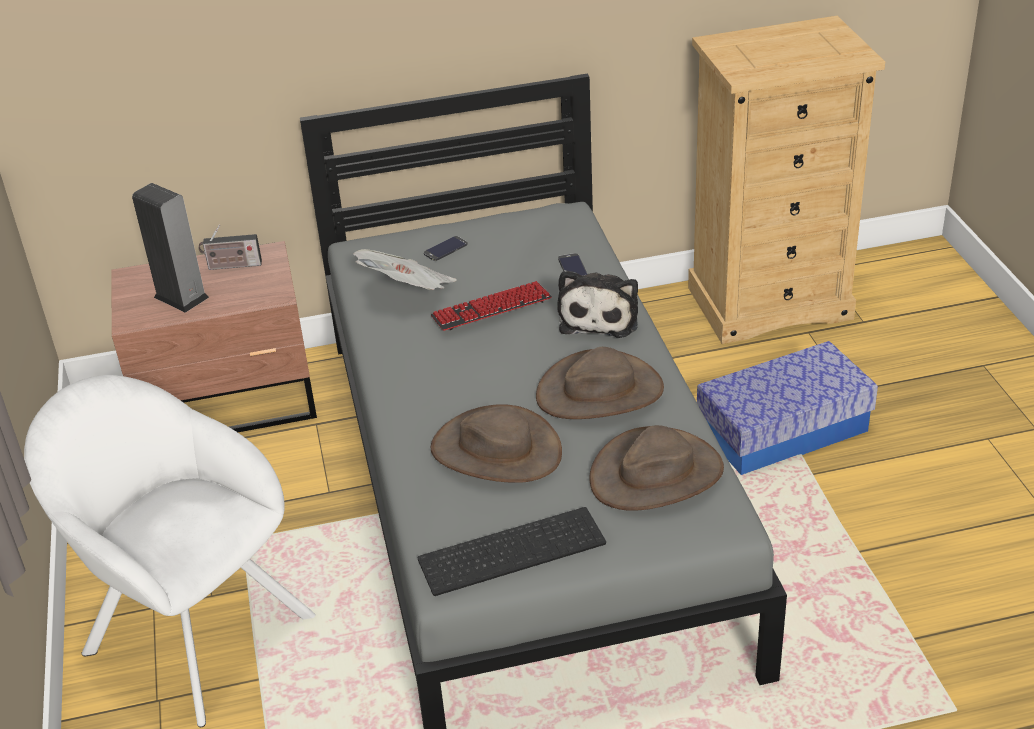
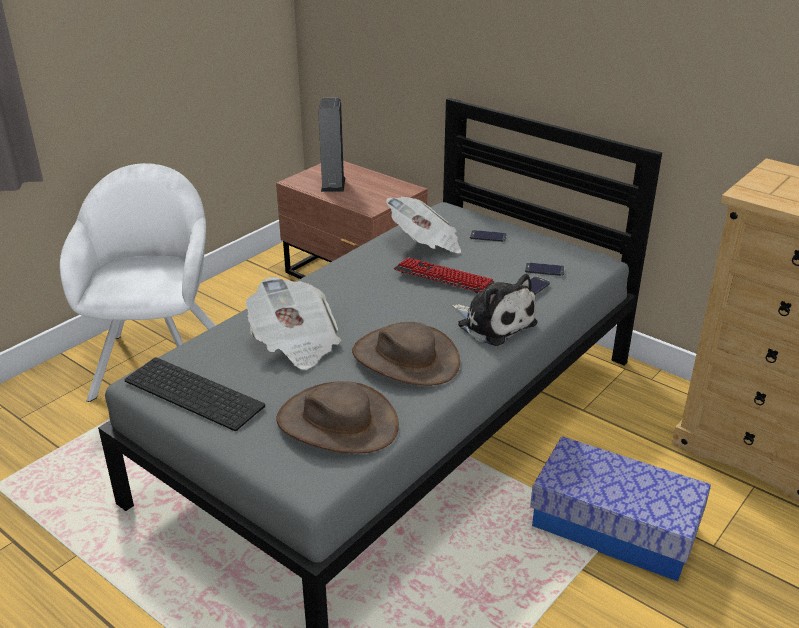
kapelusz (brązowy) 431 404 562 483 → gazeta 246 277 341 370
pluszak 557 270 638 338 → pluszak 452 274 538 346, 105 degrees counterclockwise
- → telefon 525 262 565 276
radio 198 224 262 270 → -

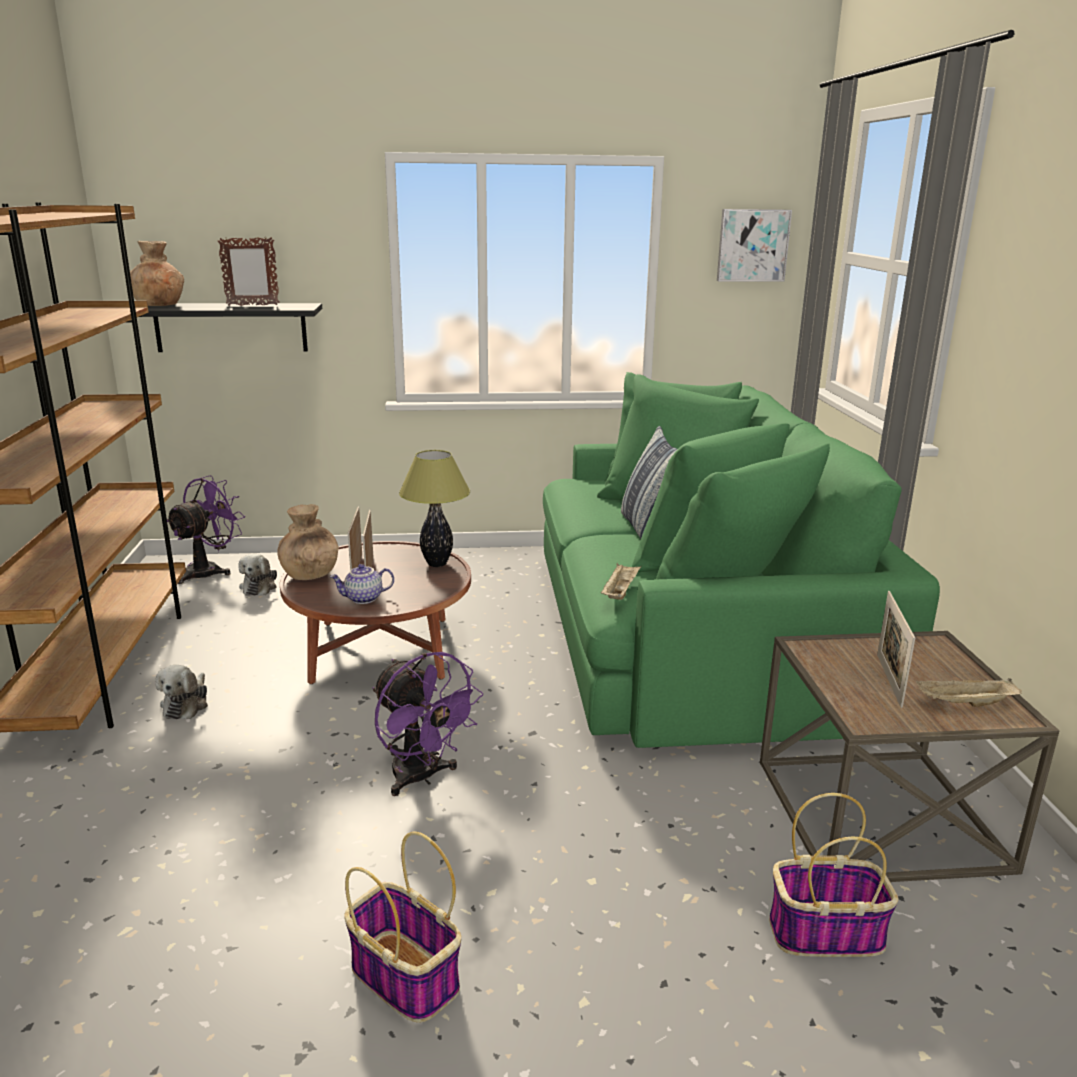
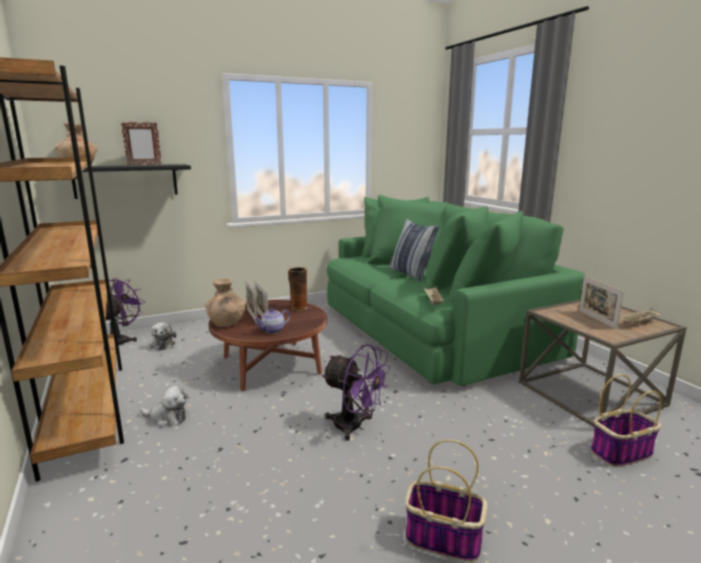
pluszak 155 665 208 719 → pluszak 140 386 189 428, 60 degrees counterclockwise
lampa stołowa 399 450 470 567 → wazon 287 267 307 311
obraz 717 209 792 282 → -

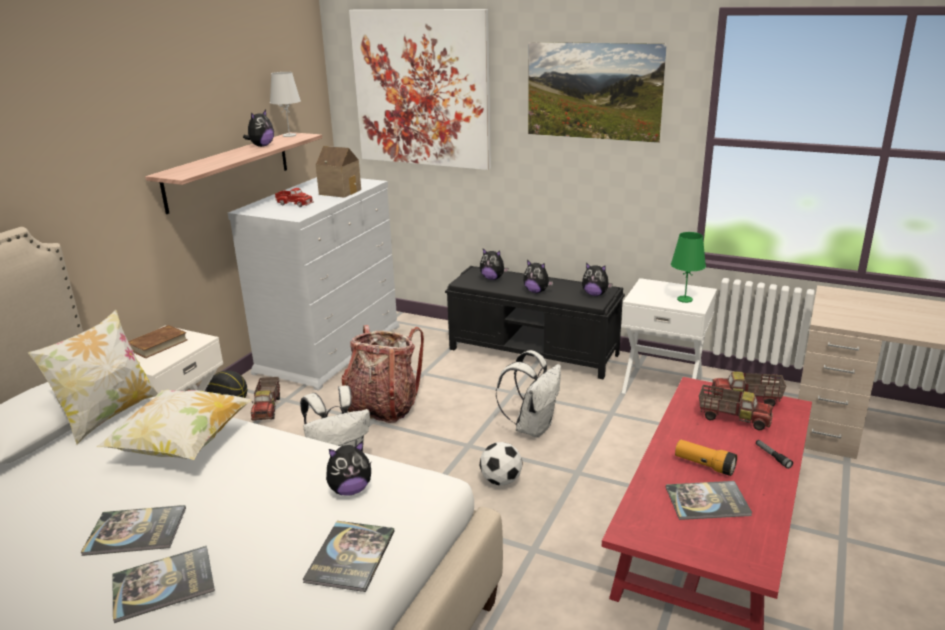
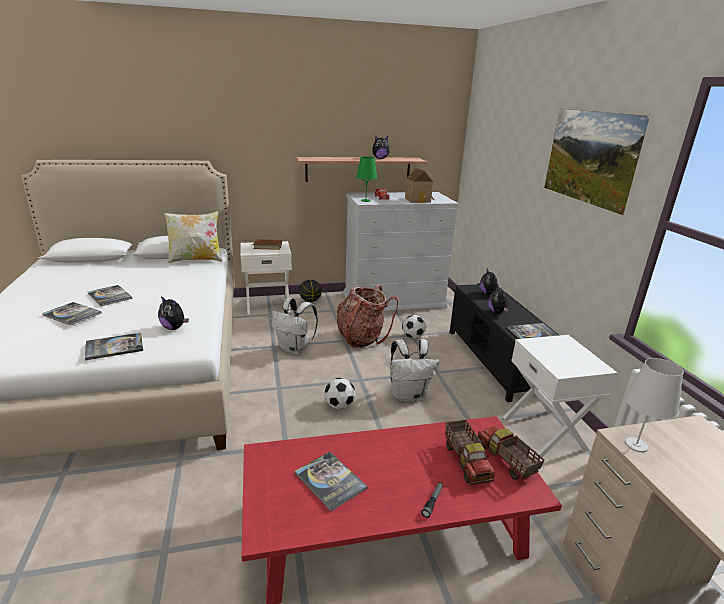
lampa stołowa (zielony) 671 232 706 303 → lampa stołowa (zielony) 356 156 377 202, move
- → piłka futbolowa 402 315 426 339
pluszak 582 263 613 296 → książka 507 323 559 339
lampa stołowa (biały) 270 72 301 137 → lampa stołowa (biały) 624 358 684 453, move
poduszka 96 390 252 460 → -
ciężarówka zabawkowa 251 377 280 421 → -
obraz 349 9 491 170 → -
latarka 675 439 737 476 → -

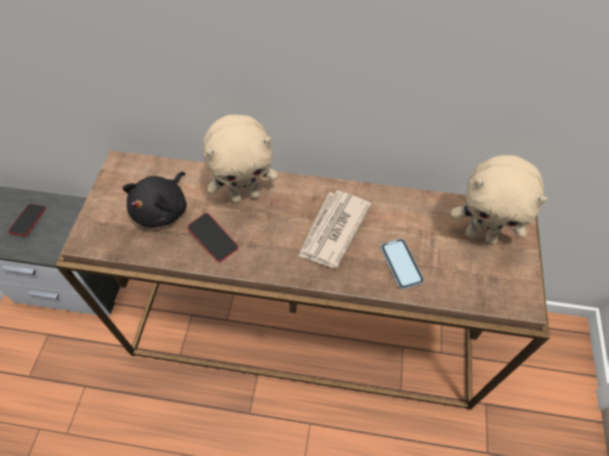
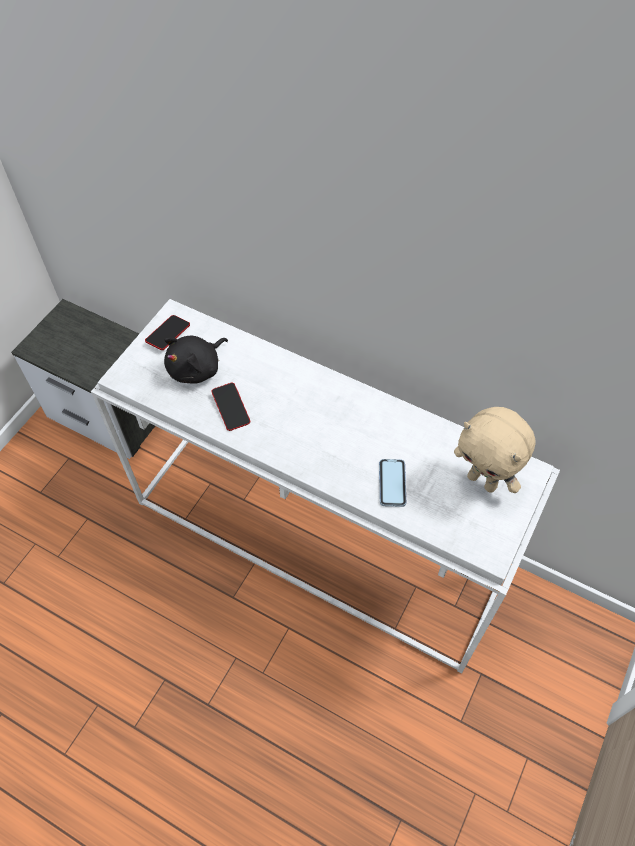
stolik konsolowy (brązowy) 55 150 550 410 → stolik konsolowy (biały) 91 299 560 673
telefon 8 204 46 236 → telefon 145 315 190 350, move
pluszak (beżowy) 203 115 278 203 → -
gazeta 298 191 372 268 → -

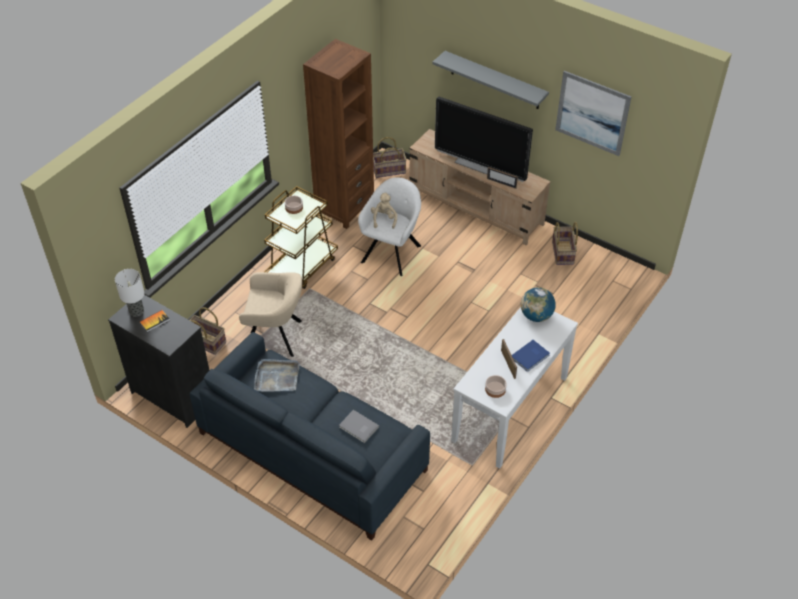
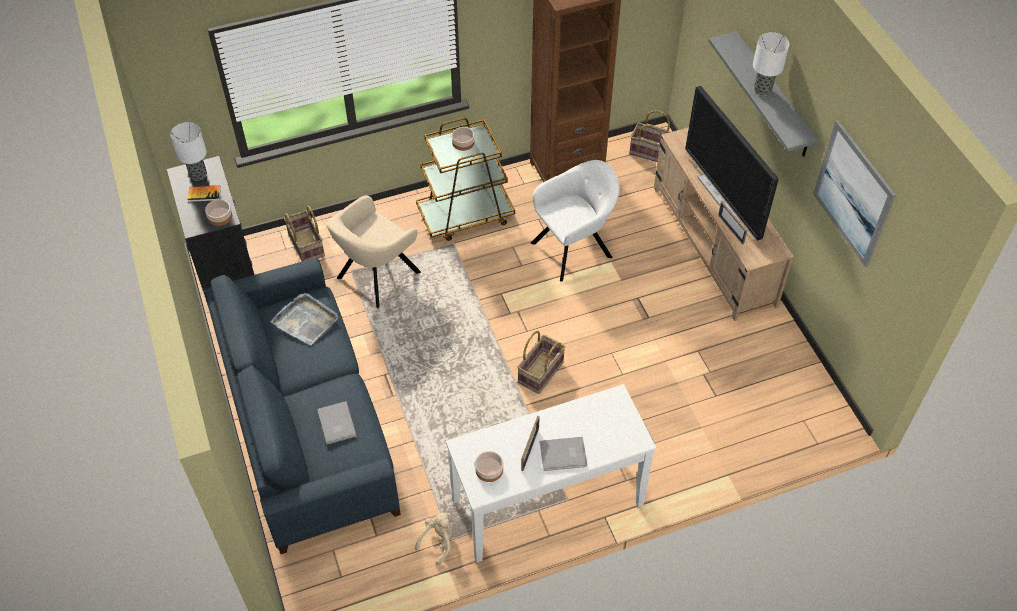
- → miska 205 200 232 226
fotel (beżowy) 239 272 302 357 → fotel (beżowy) 326 196 421 308, 90 degrees clockwise
pluszak (beżowy) 371 193 397 229 → pluszak (beżowy) 415 513 453 565, move
koszyk 552 222 578 265 → koszyk 517 331 565 394, move
książka (niebieski) 512 340 550 372 → książka (szary) 540 437 587 471
- → lampa stołowa 753 32 790 96
globus 521 287 556 322 → -

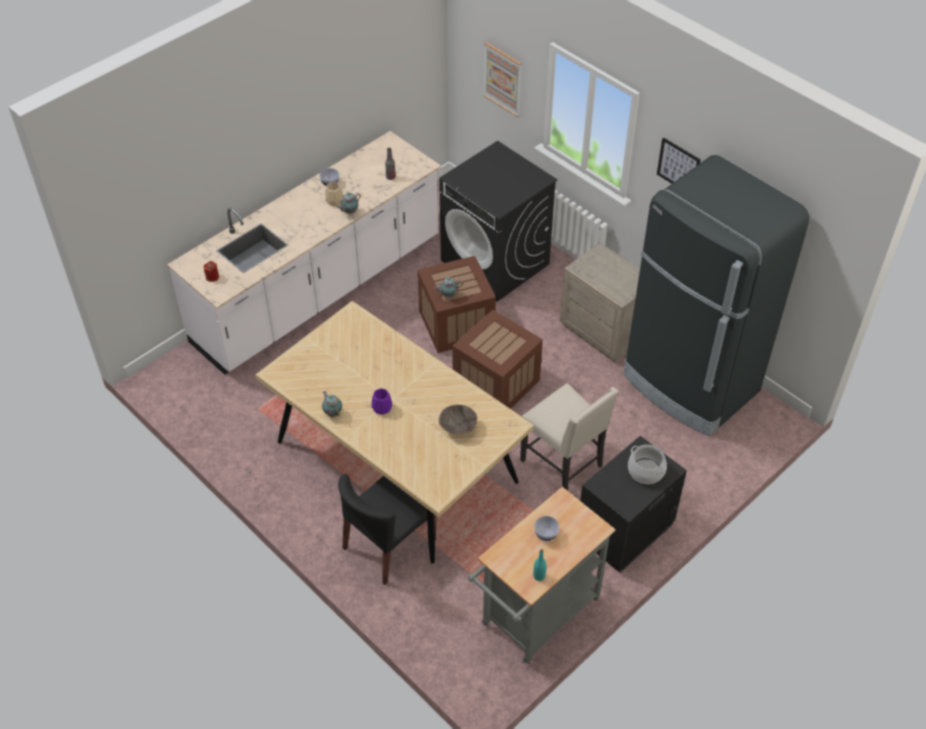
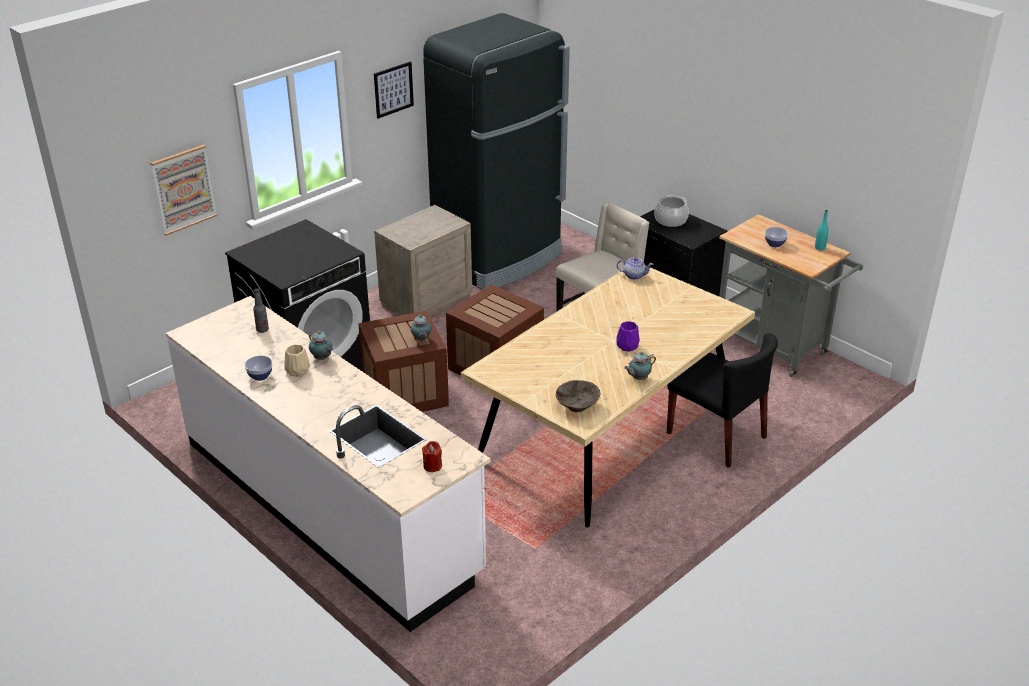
miska (brązowy) 439 405 477 434 → miska (brązowy) 556 380 600 412, move
- → imbryk 617 257 653 280

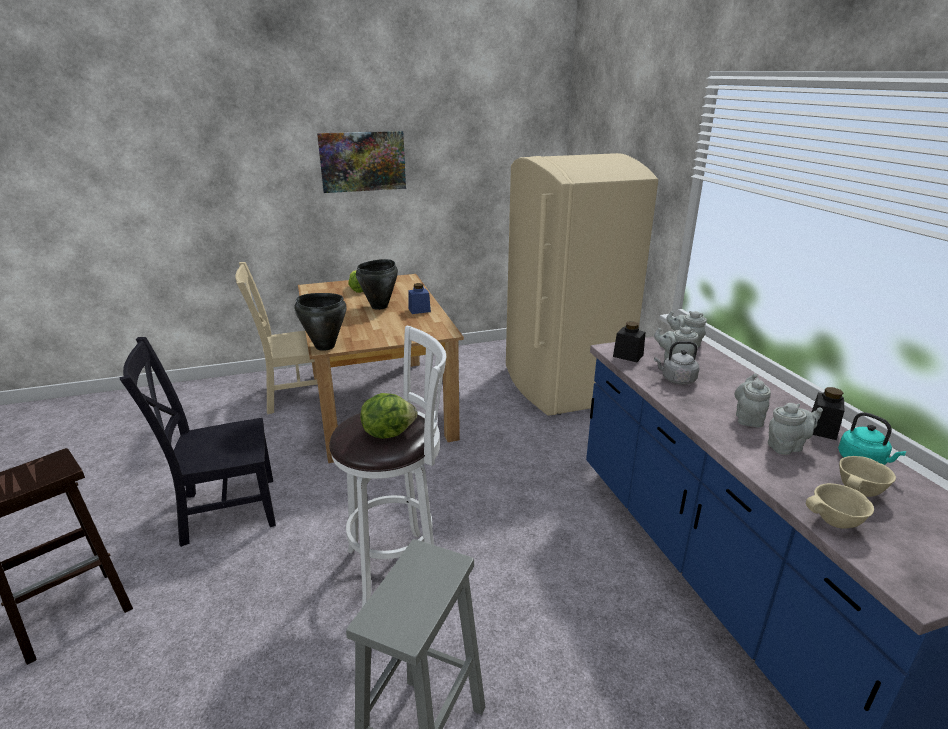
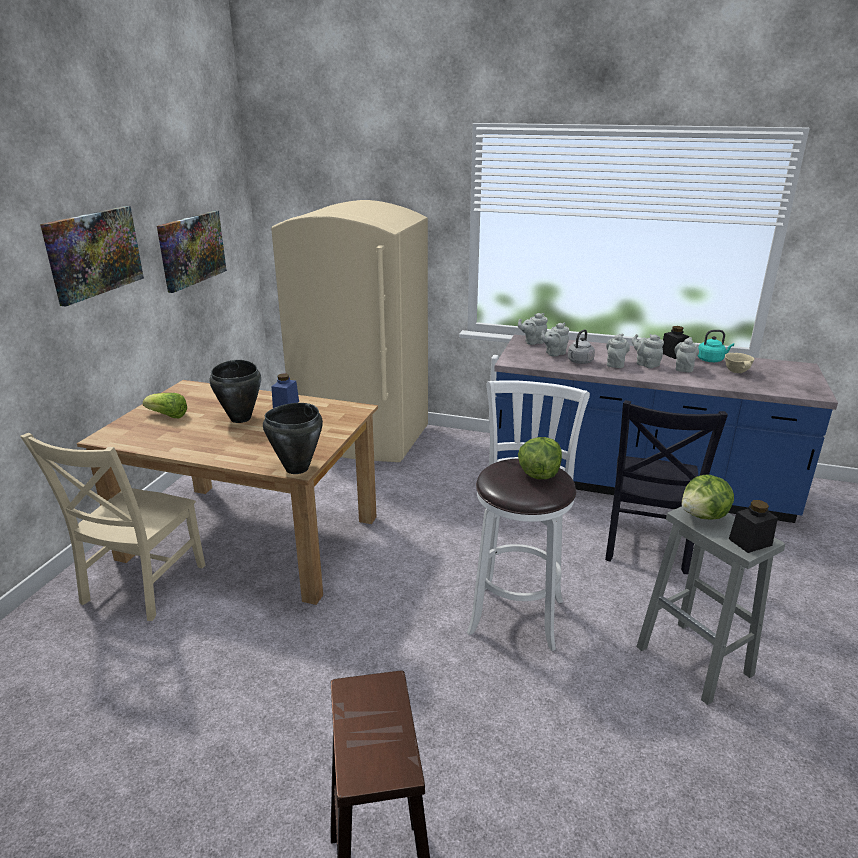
- → obraz 157 211 227 293
krzesło (czarny) 119 337 276 547 → krzesło (czarny) 605 400 728 574, move
- → imbryk (szary) 606 334 630 368
- → sałata 682 474 734 519
słoik (czarny) 613 321 645 362 → słoik (czarny) 729 500 778 553, move
miska (beżowy) 806 483 874 529 → -

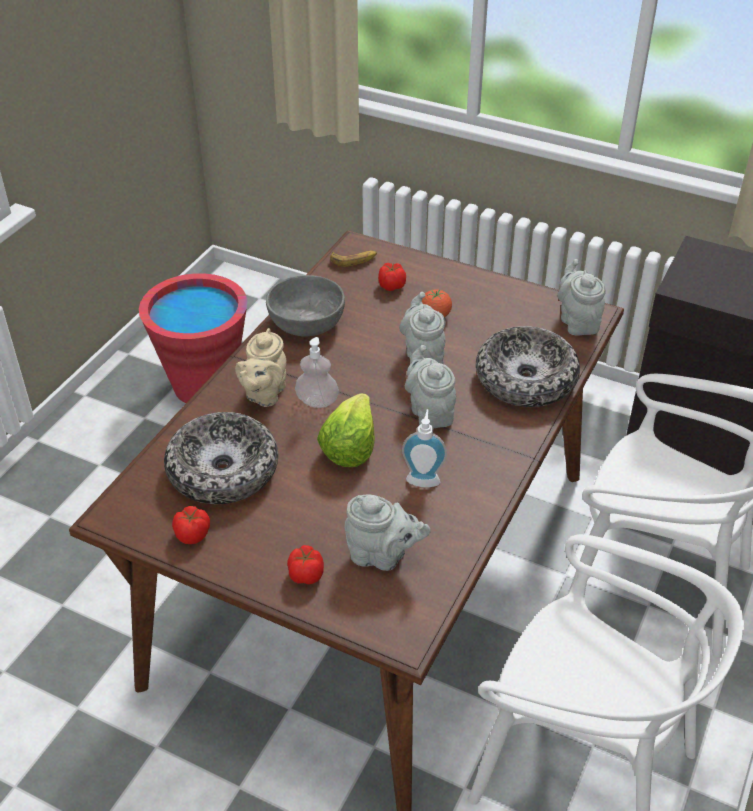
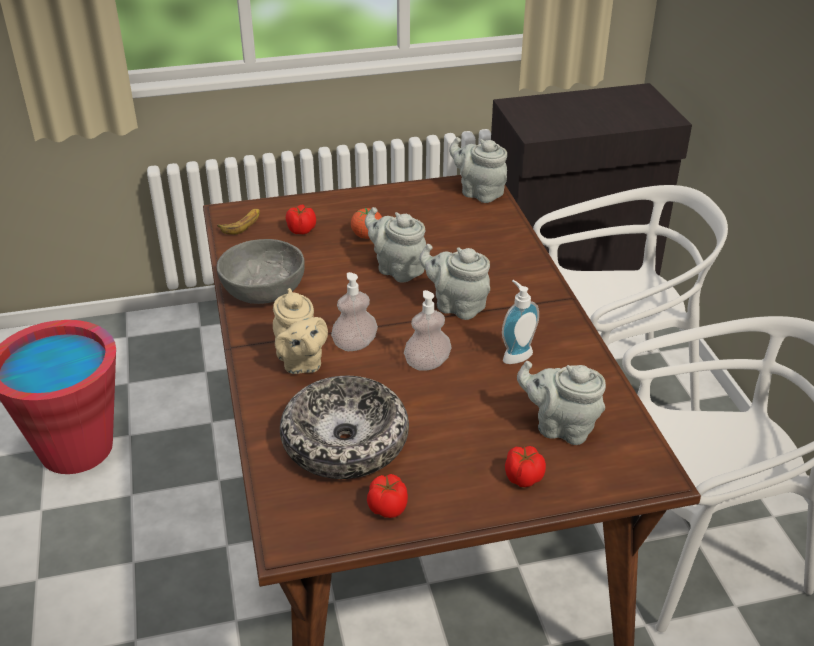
sałata 317 393 375 467 → dozownik mydła 404 290 452 371
imbryk (szary) 345 494 431 571 → imbryk (szary) 517 361 606 445, 135 degrees counterclockwise
miska 476 326 580 407 → -

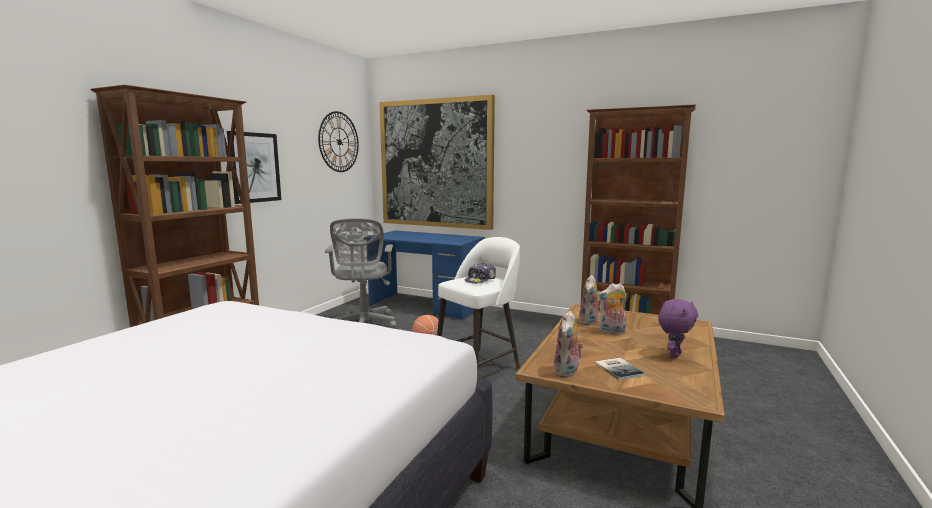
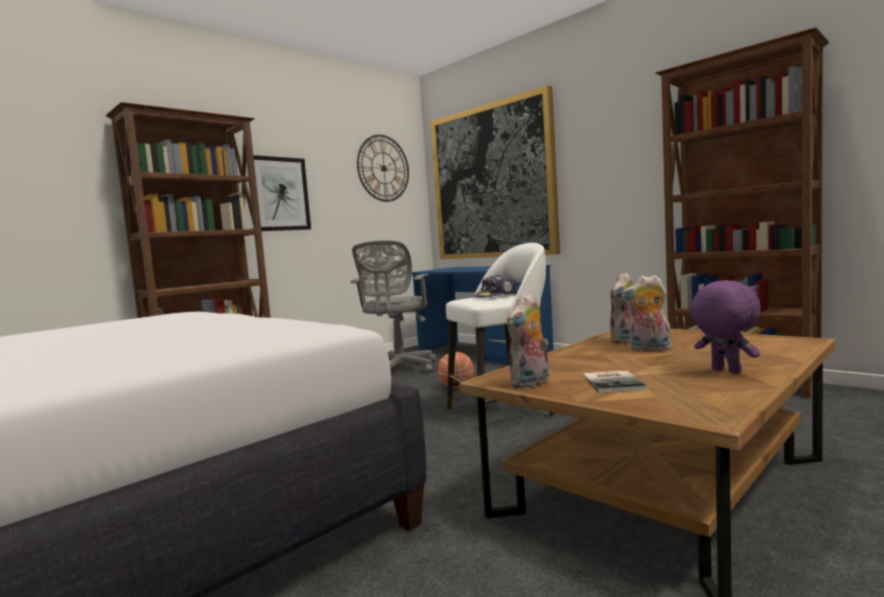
pluszak (fioletowy) 658 299 698 358 → pluszak (fioletowy) 690 280 760 373, 90 degrees counterclockwise

